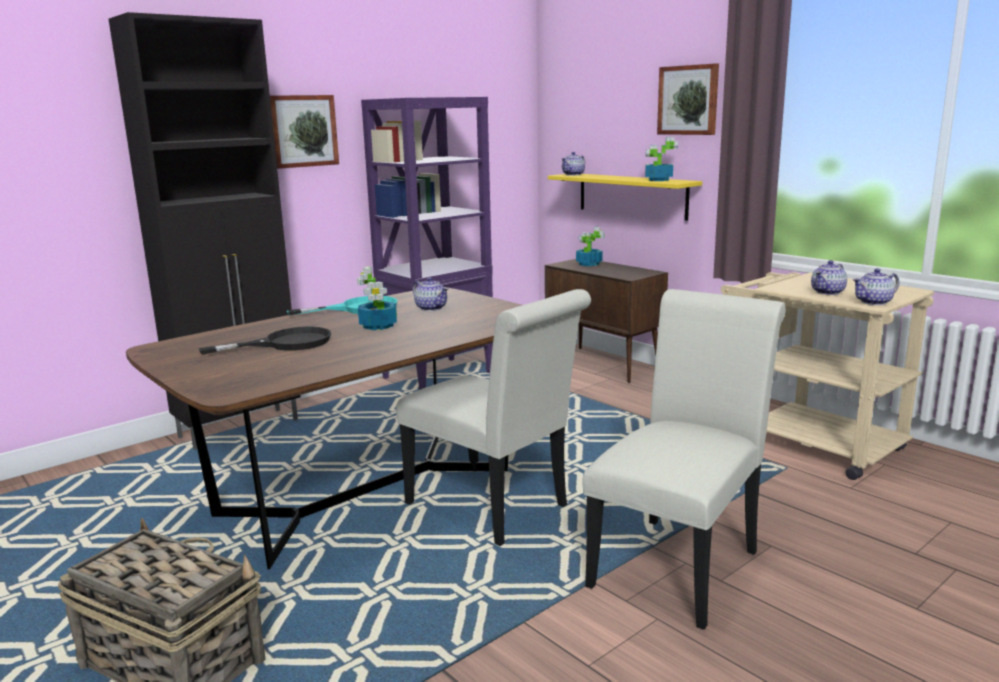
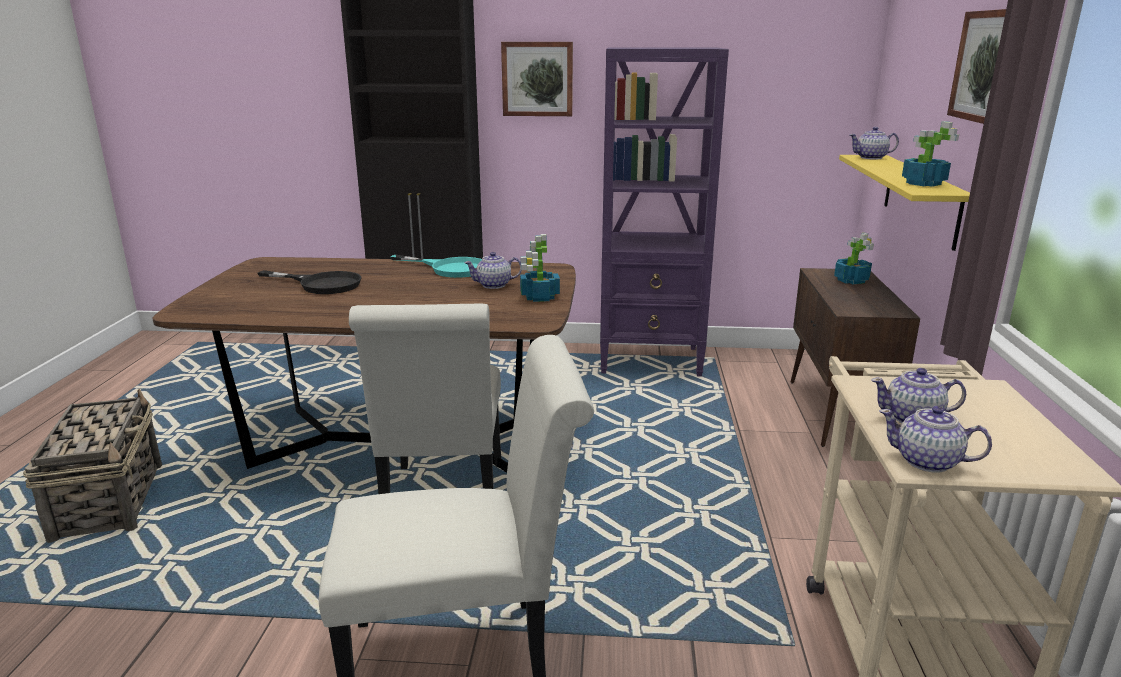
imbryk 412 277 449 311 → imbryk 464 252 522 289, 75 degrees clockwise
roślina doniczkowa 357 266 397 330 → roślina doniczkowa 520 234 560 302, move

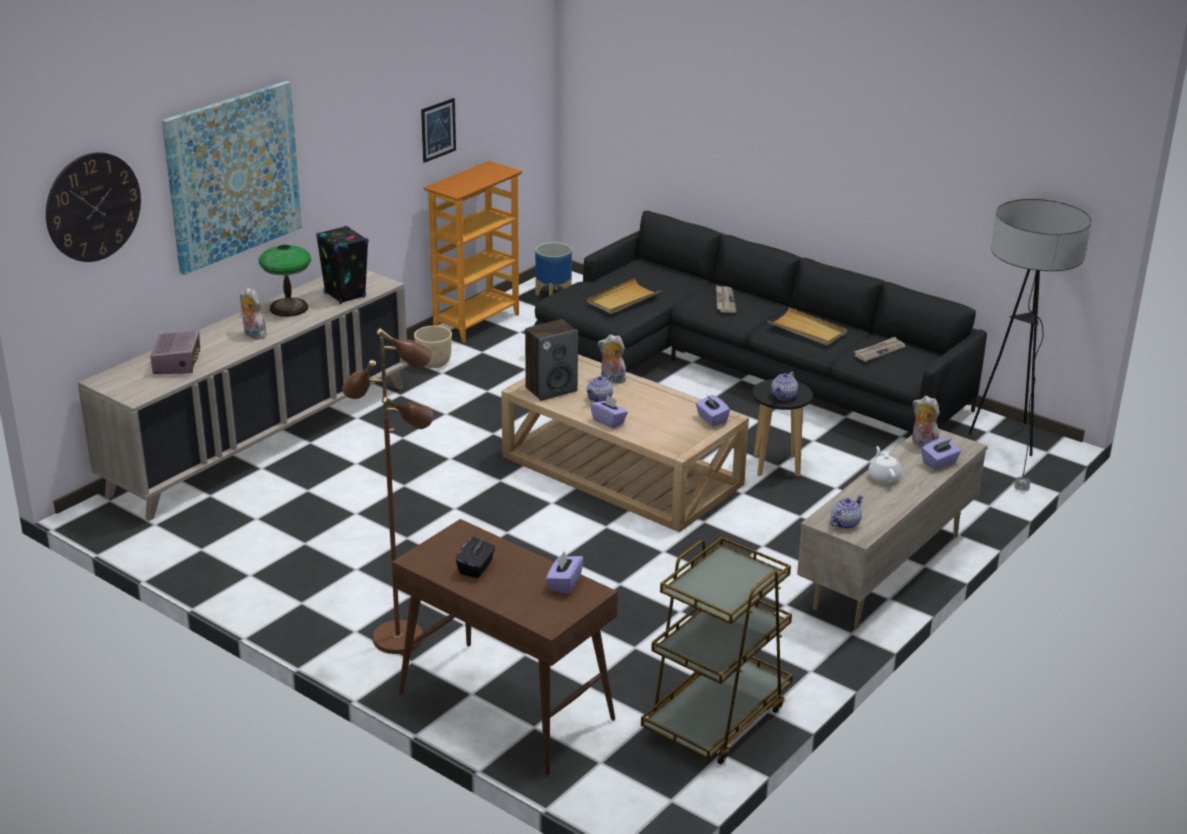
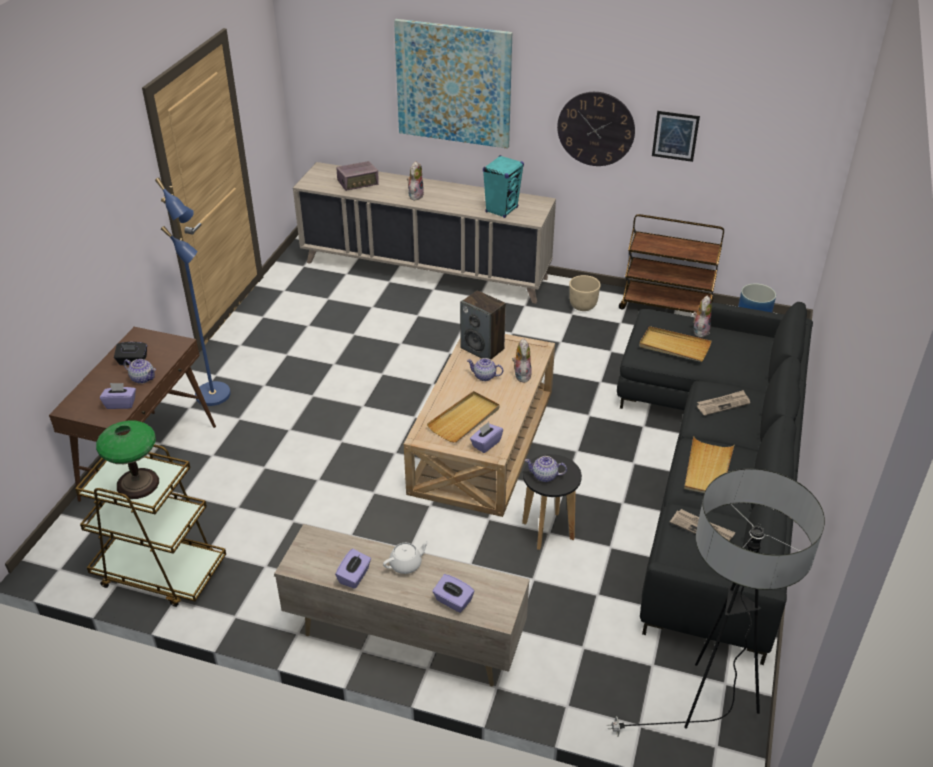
lampa stołowa 259 245 311 317 → lampa stołowa 96 420 159 499, move
imbryk 830 495 864 529 → imbryk 123 359 156 384, move
lampa stojąca (brązowy) 342 328 433 654 → lampa stojąca (niebieski) 155 178 231 406
pudełko chusteczek (fioletowy) 590 395 628 428 → pudełko chusteczek (fioletowy) 335 549 371 589, move
- → taca (beżowy) 427 391 500 443
głośnik (czarny) 316 226 369 304 → głośnik (turkusowy) 483 155 524 218
zegar ścienny 46 152 141 262 → zegar ścienny 557 92 635 166, move
regał 423 161 523 343 → wózek (brązowy) 619 214 724 313
pluszak 912 396 939 448 → pluszak 693 295 712 338, move

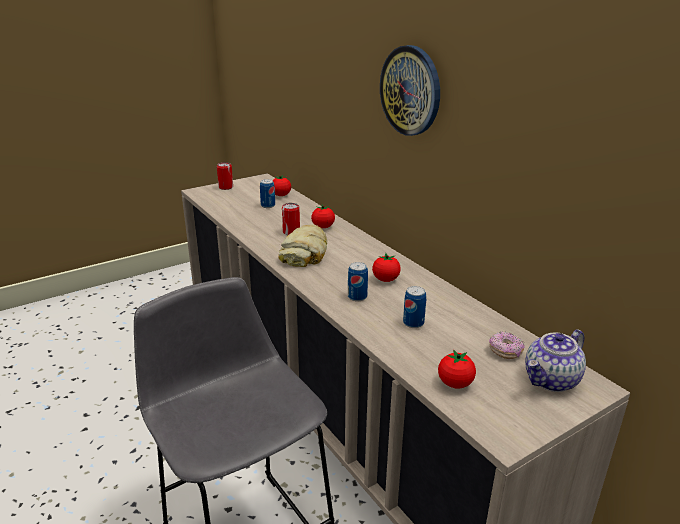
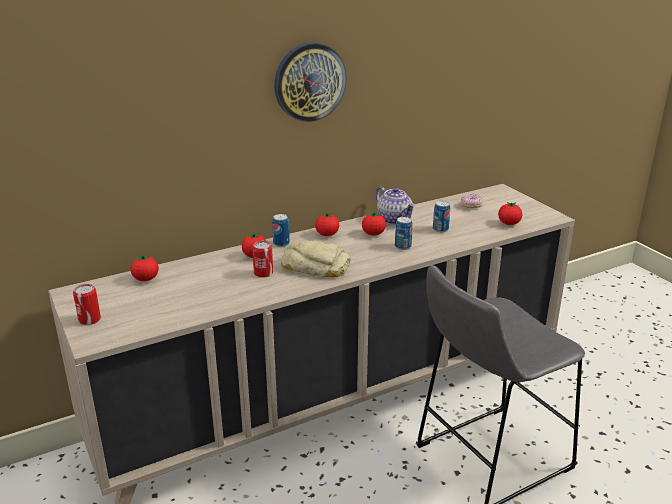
puszka 260 179 275 208 → puszka 272 214 290 247, move
- → pomidor 315 212 339 236
imbryk 525 329 586 392 → imbryk 376 186 415 225, move

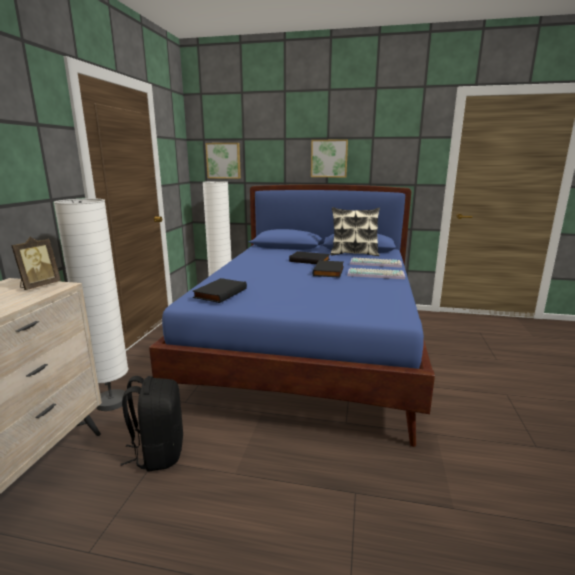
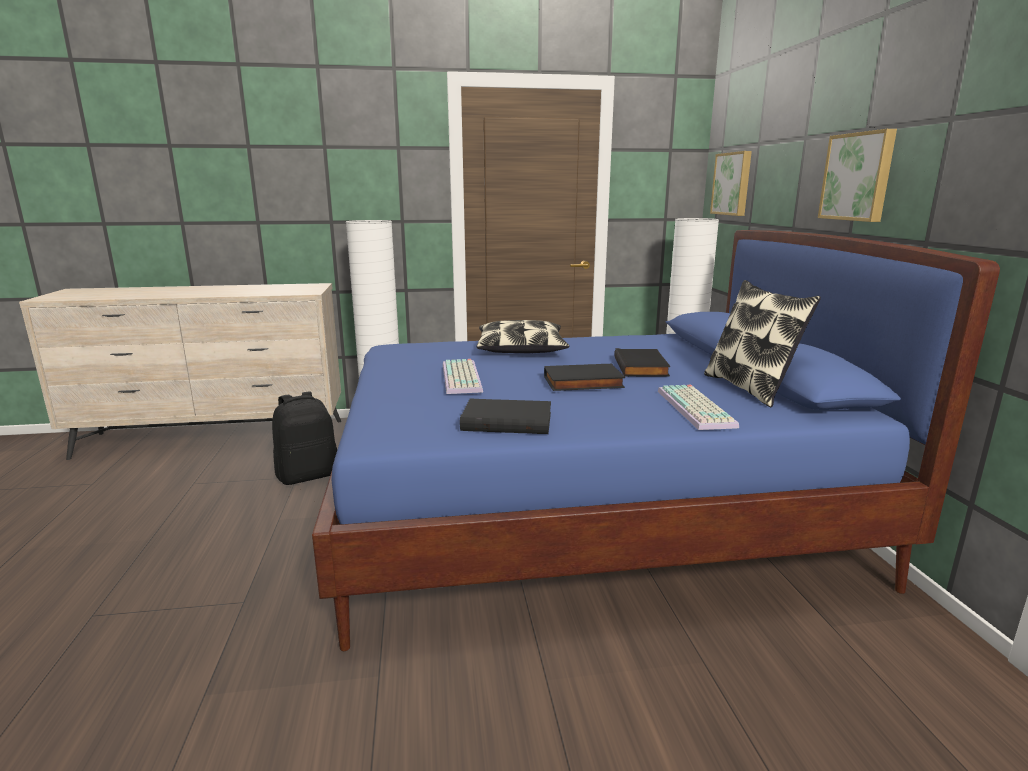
klawiatura 347 268 405 279 → klawiatura 443 359 483 394, move
książka (czarny) 193 278 247 303 → książka (czarny) 460 399 551 434, move
- → poduszka 477 320 569 353
ramka na zdjęcie 11 237 61 290 → -

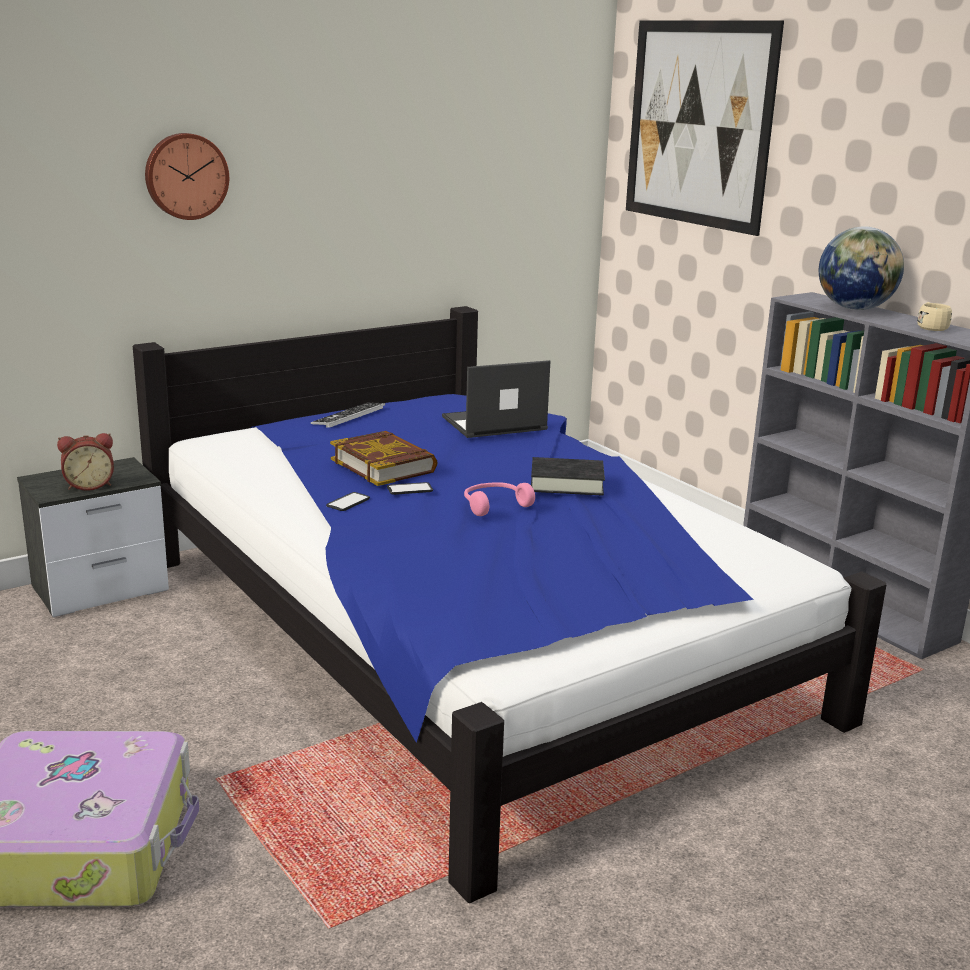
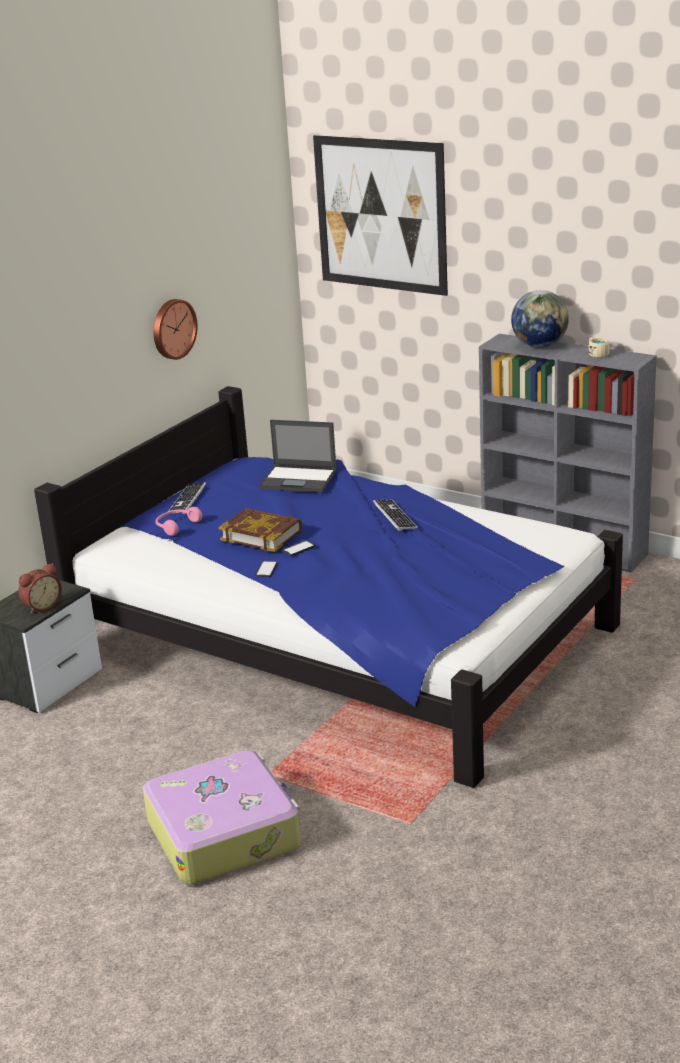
zegar ścienny 145 133 229 220 → zegar ścienny 153 299 198 360, move
słuchawki (różowy) 464 482 535 516 → słuchawki (różowy) 155 507 202 536, move
laptop 442 360 550 438 → laptop 259 420 337 493, 120 degrees counterclockwise
książka (czarny) 531 457 605 496 → klawiatura 373 500 418 531

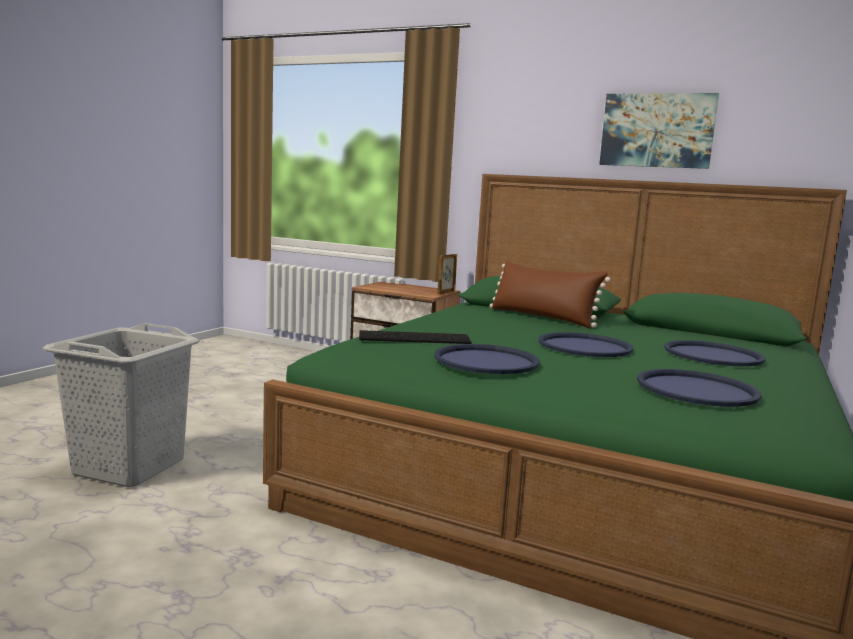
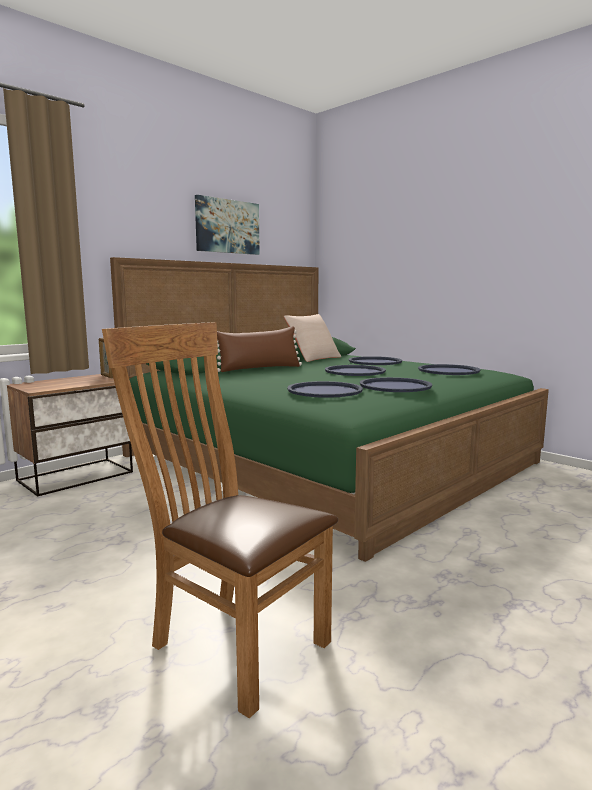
kosz na pranie (szary) 43 323 200 487 → krzesło (brązowy) 102 322 338 719
- → poduszka (beżowy) 284 314 341 362
klawiatura 359 330 472 344 → taca (niebieski) 287 381 363 398

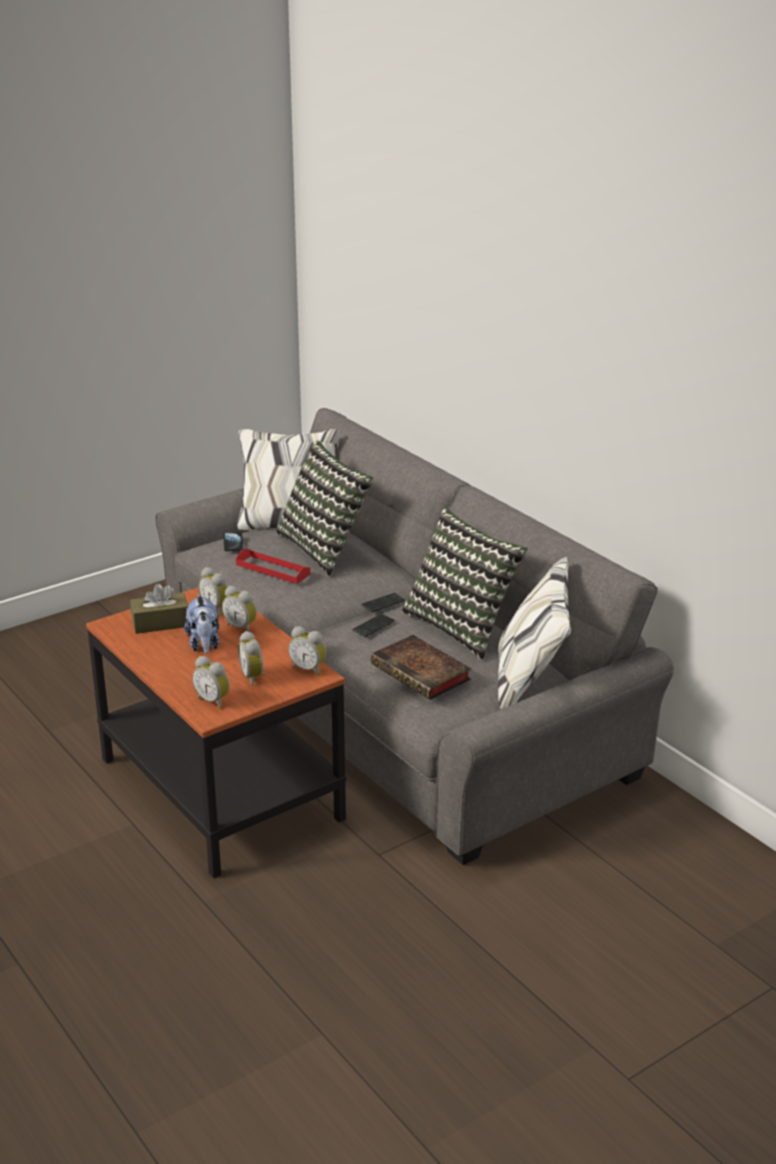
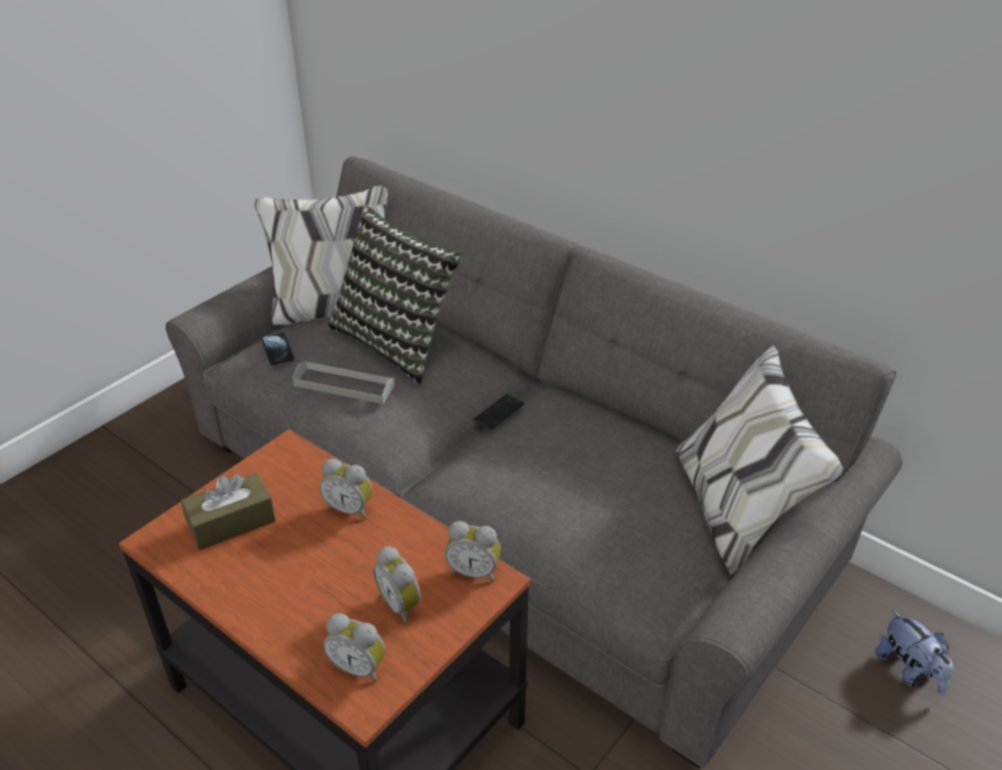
taca (czerwony) 236 549 310 584 → taca (szary) 293 361 395 404
pluszak 184 593 219 654 → pluszak 876 610 953 695, move
budzik 199 567 228 616 → -
telefon 352 614 395 637 → -
książka 371 635 472 700 → -
poduszka 402 508 528 660 → -

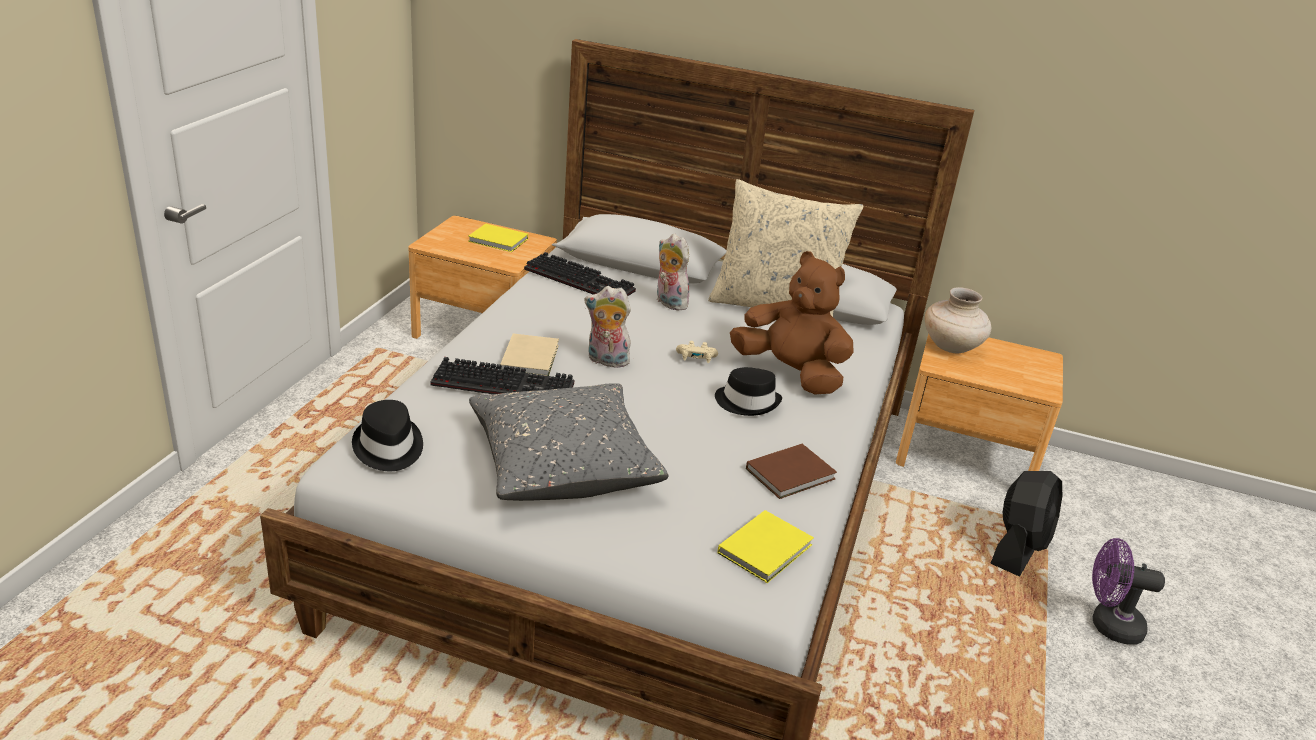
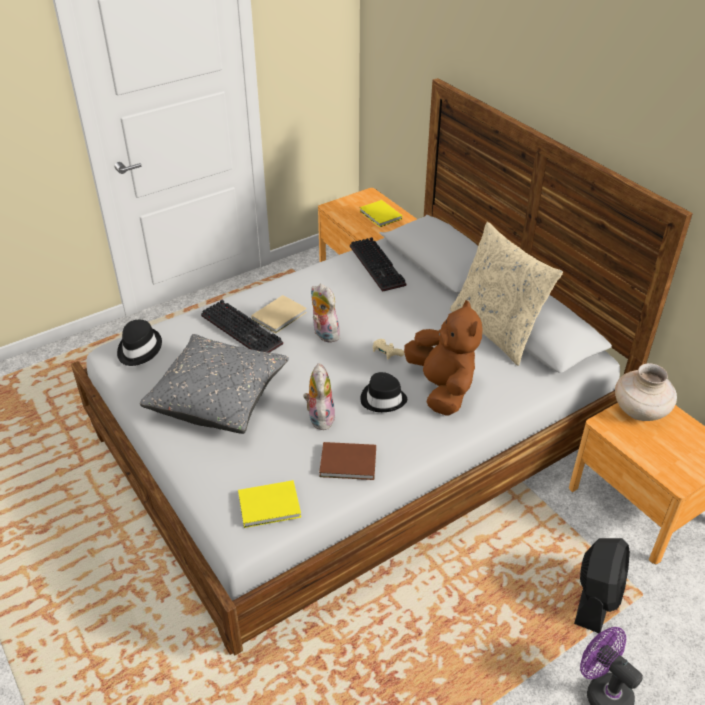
pluszak 657 233 689 311 → pluszak 303 363 335 430, move
wentylator (czarny) 990 471 1062 577 → wentylator (czarny) 574 538 630 633, 45 degrees counterclockwise

